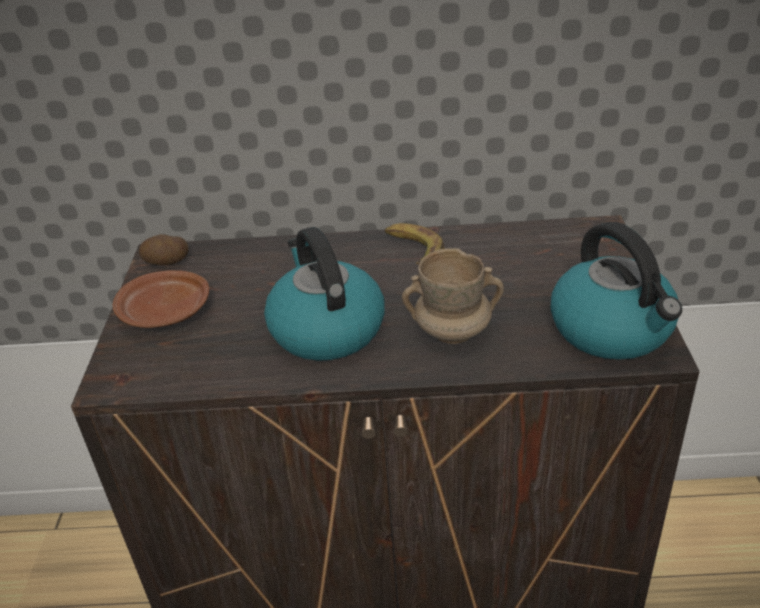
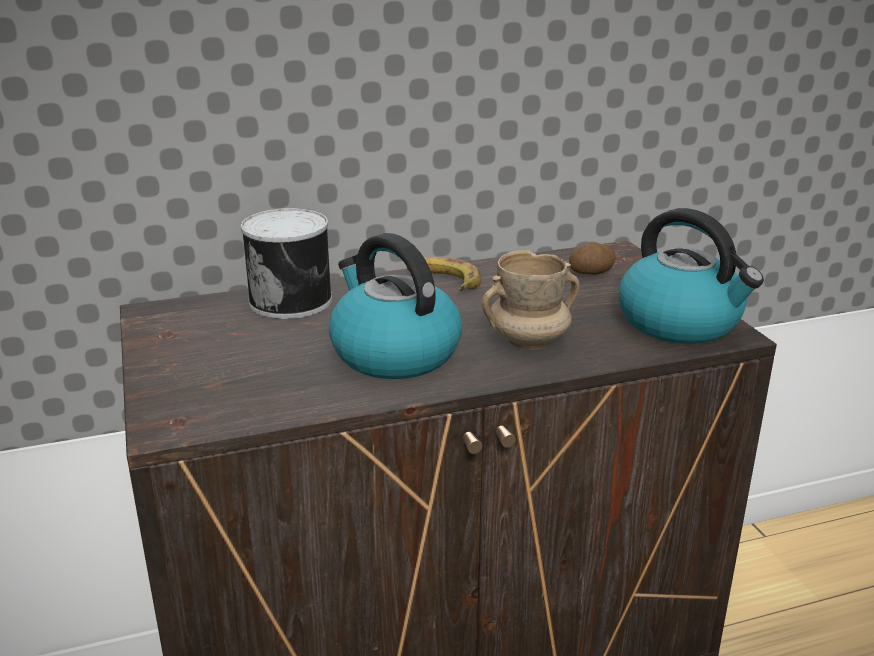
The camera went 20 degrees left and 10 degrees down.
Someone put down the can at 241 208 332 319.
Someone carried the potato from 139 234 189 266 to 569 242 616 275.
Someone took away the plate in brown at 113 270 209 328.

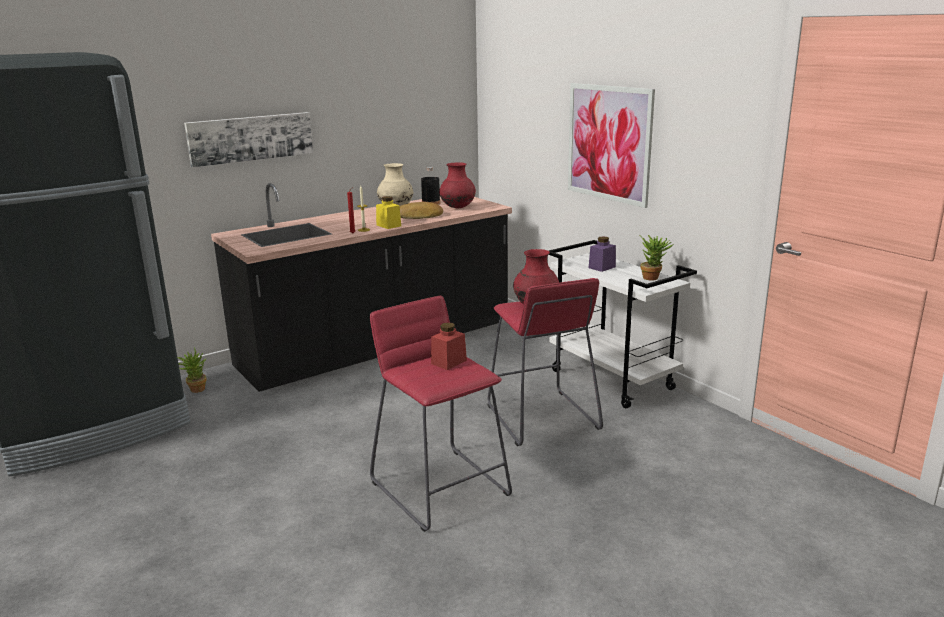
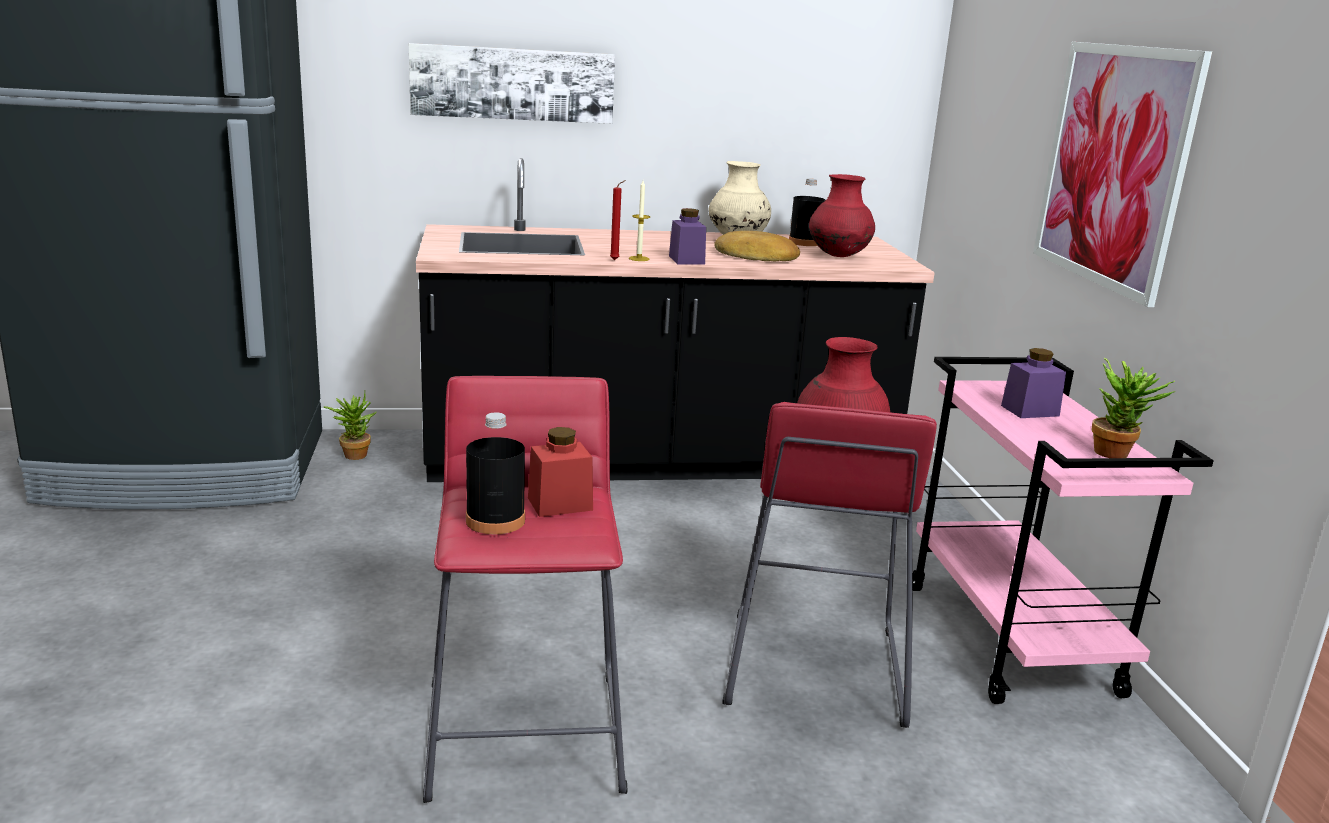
The camera went 25 degrees right and 0 degrees up.
Someone put down the bottle in black at 466 412 525 534.
Someone repainted the jar in yellow at 376 196 401 229, which became the jar in purple at 669 208 706 264.
Someone repainted the cart in white at 548 240 697 408, which became the cart in pink at 912 357 1214 704.

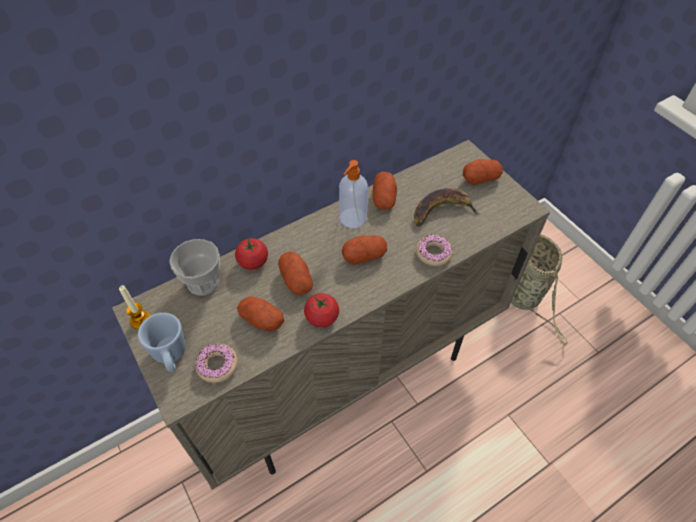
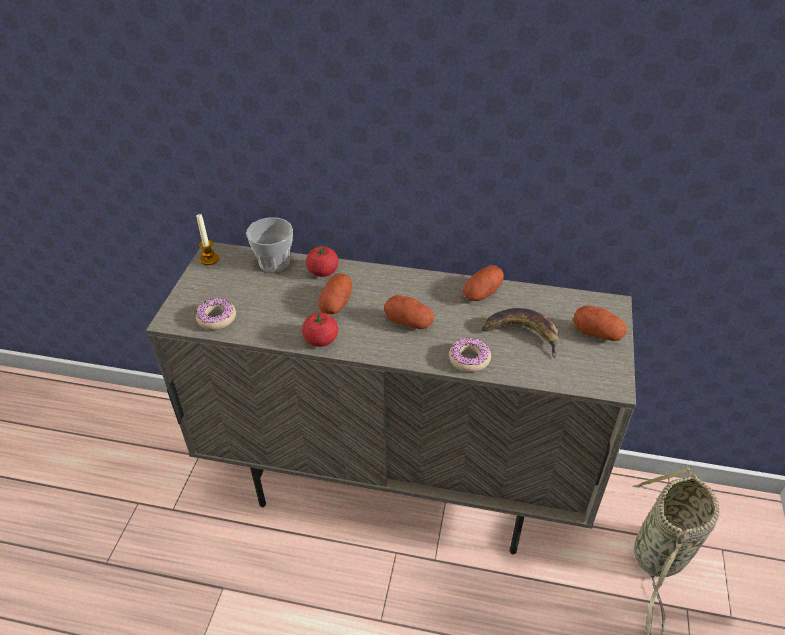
The camera went 45 degrees right and 10 degrees down.
Someone took away the mug in blue at 138 313 186 372.
Someone took away the potato at 237 296 284 331.
Someone took away the soap dispenser at 339 160 368 228.

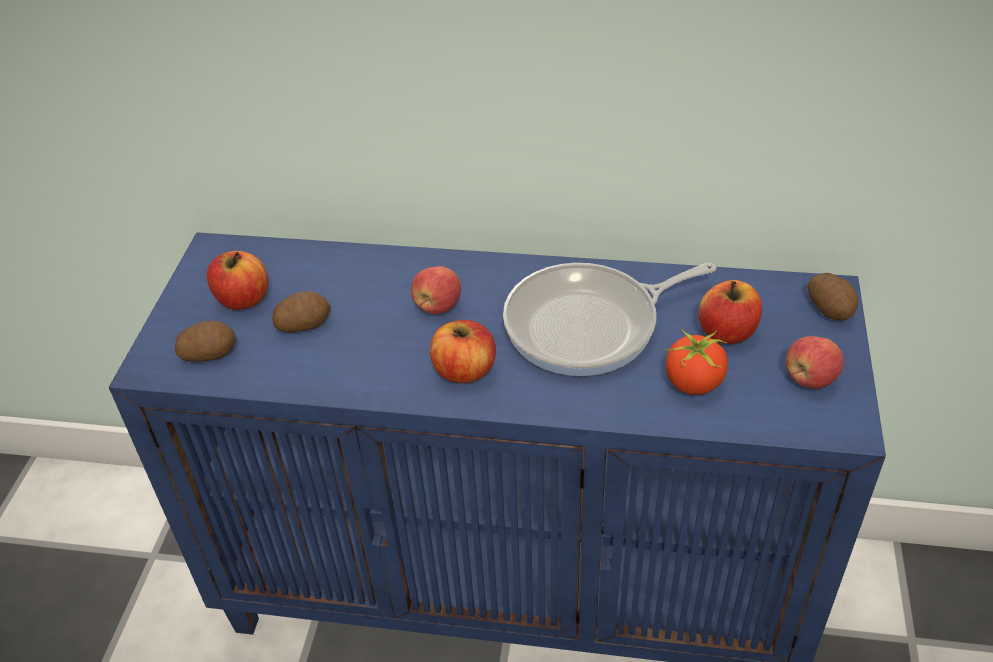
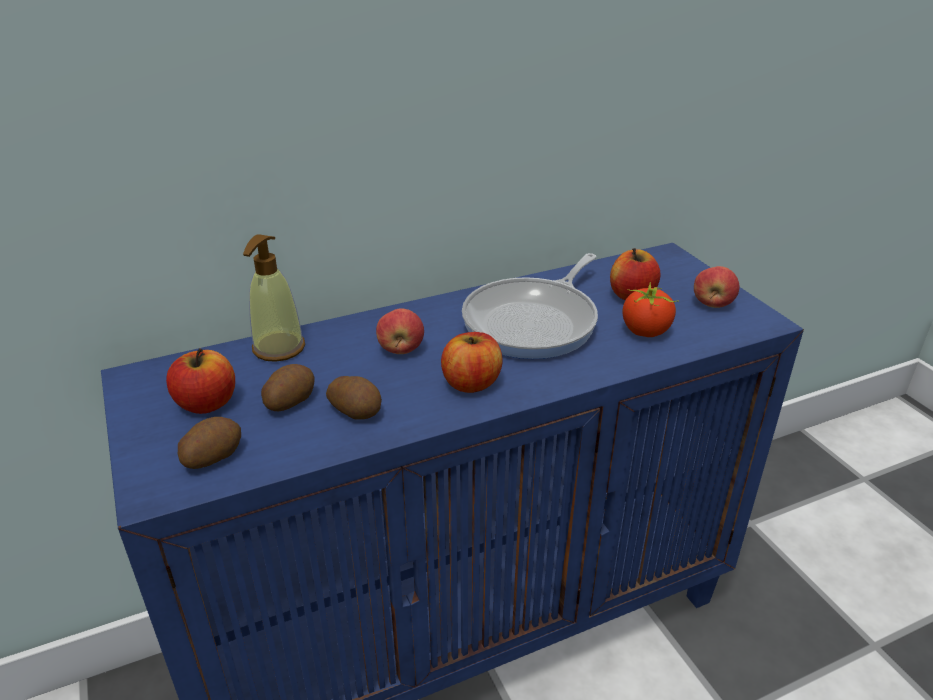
The camera went 35 degrees left and 10 degrees down.
Someone put down the soap dispenser at 243 235 305 362.
Someone carried the potato from 807 273 858 320 to 326 376 382 420.

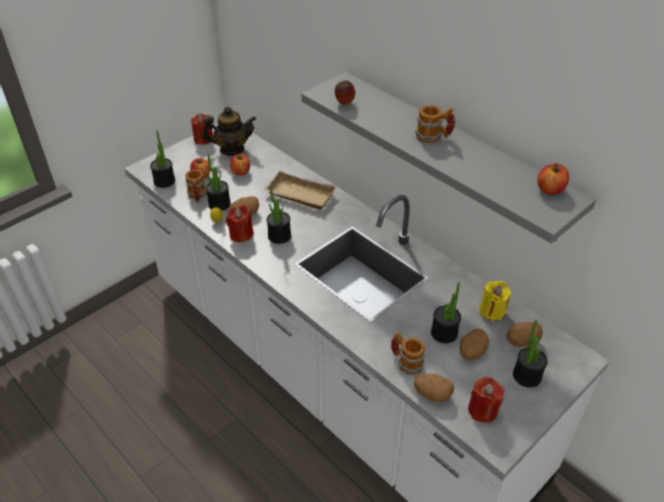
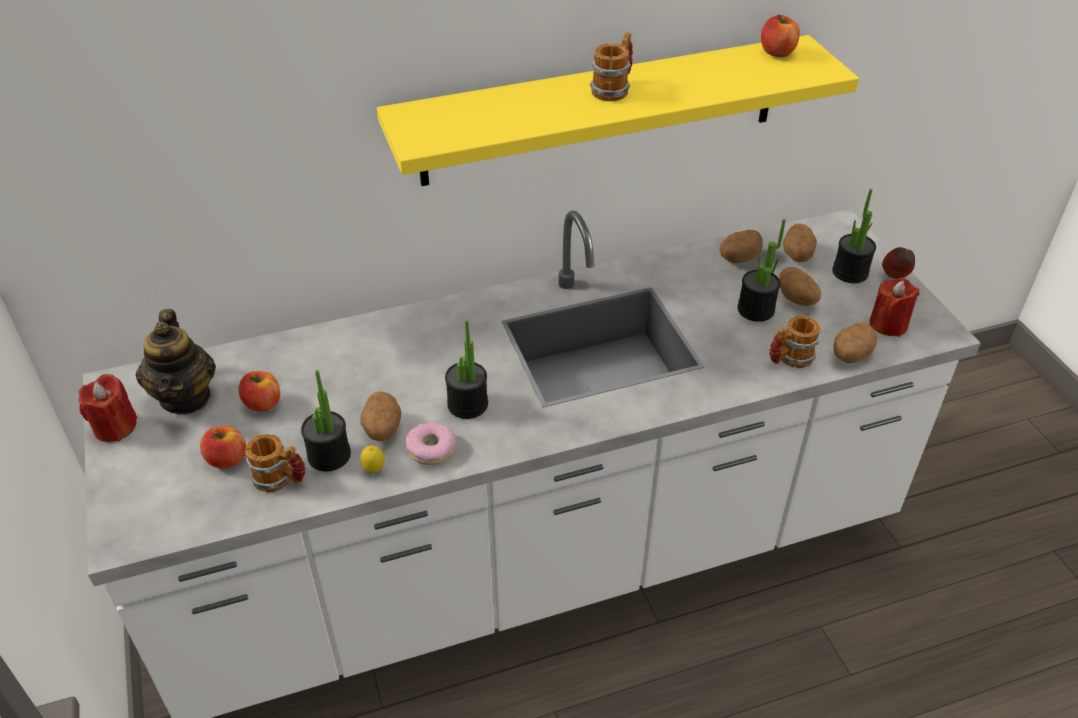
The camera went 65 degrees left and 0 degrees up.
Someone rotated the teapot at 202 106 256 156 by 150 degrees clockwise.
Someone repainted the shelf in grey at 301 72 596 243, which became the shelf in yellow at 377 35 859 186.
Someone swapped the candle in red at 226 205 254 243 for the donut at 405 421 456 465.
Someone swapped the candle in yellow at 479 281 511 321 for the potato at 719 230 763 263.
Someone carried the apple from 335 80 355 105 to 882 247 915 279.
Someone took away the potted plant at 150 130 175 188.
Someone took away the tray in beige at 264 171 337 210.

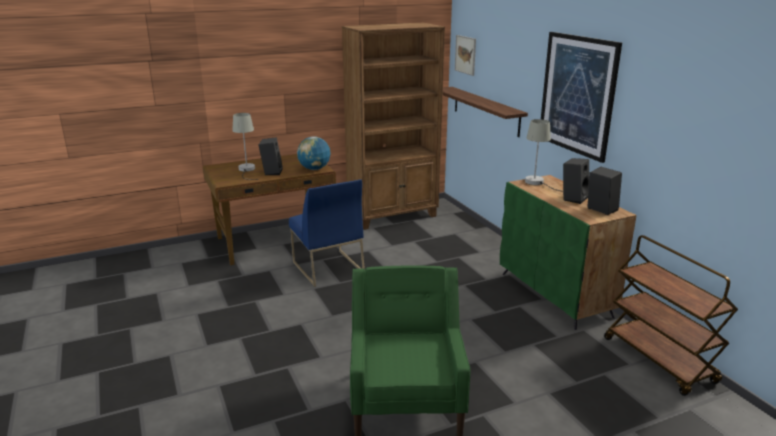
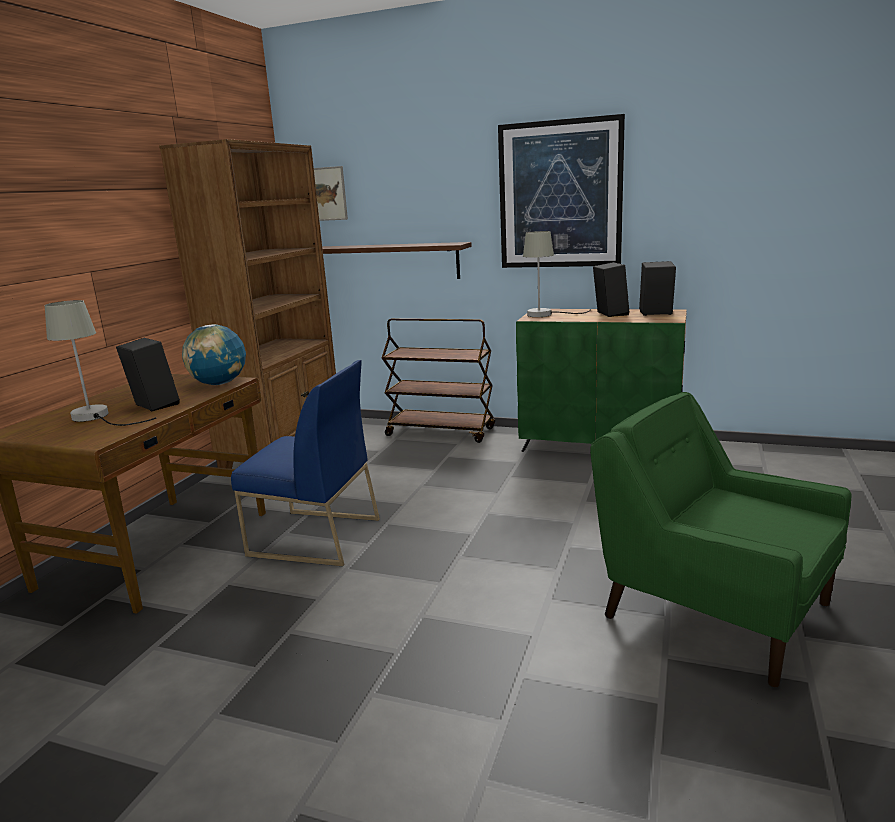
The camera went 45 degrees left and 5 degrees down.
Someone carried the cart in brown from 604 235 738 396 to 382 318 495 443.

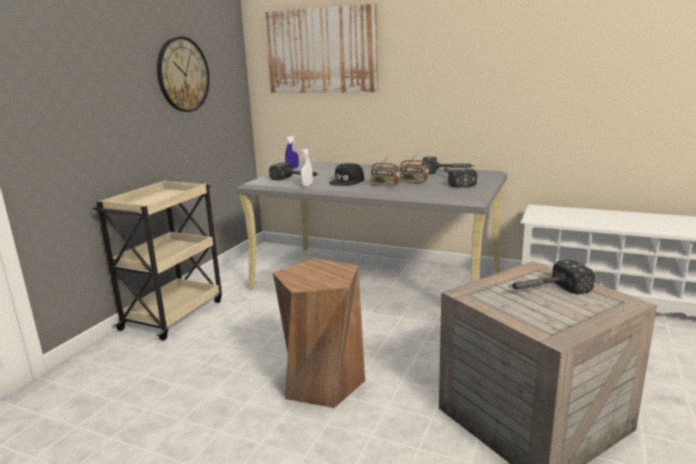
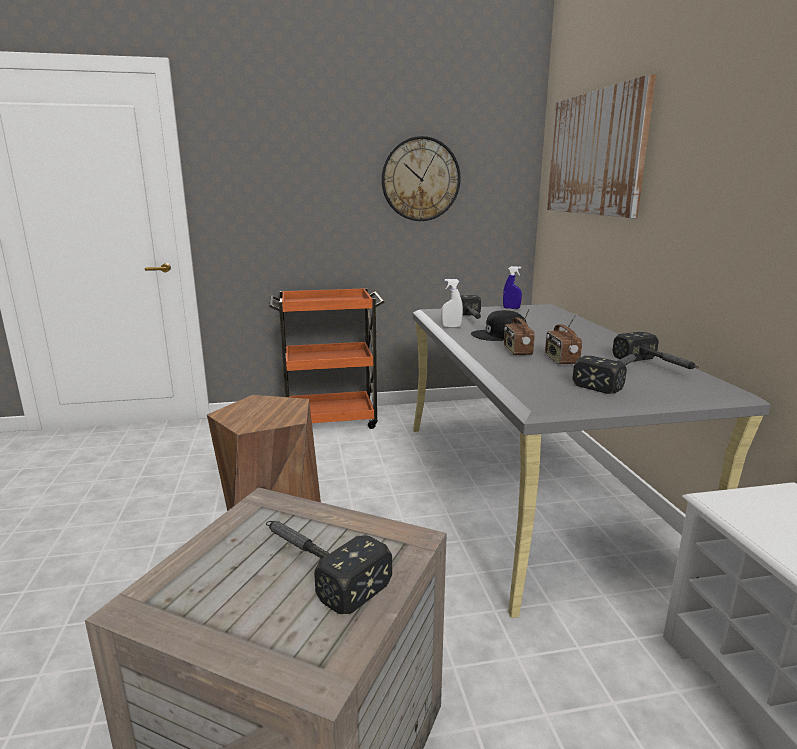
The camera went 55 degrees right and 0 degrees up.
Someone repainted the cart in beige at 92 180 222 341, which became the cart in orange at 269 288 385 429.

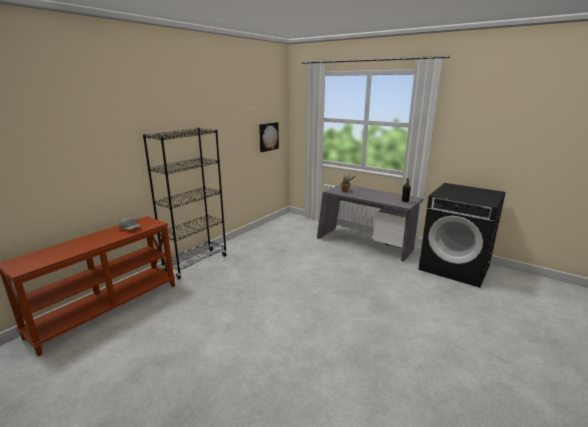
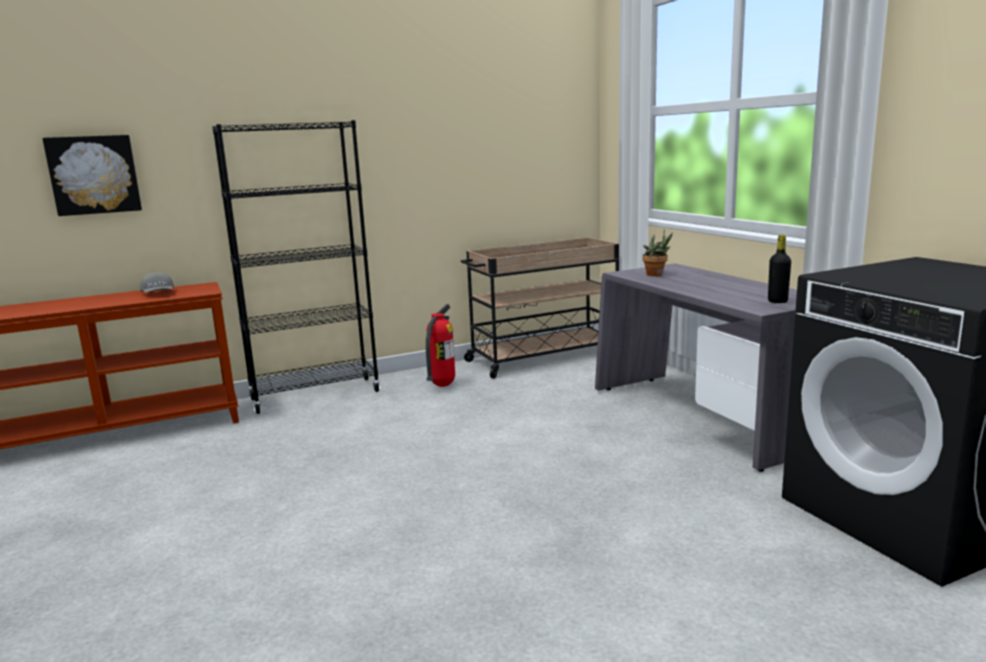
The camera went 30 degrees right and 5 degrees down.
Someone carried the picture from 259 122 279 152 to 42 135 142 216.
Someone put down the fire extinguisher at 426 304 455 387.
Someone put down the cart in beige at 461 237 619 378.

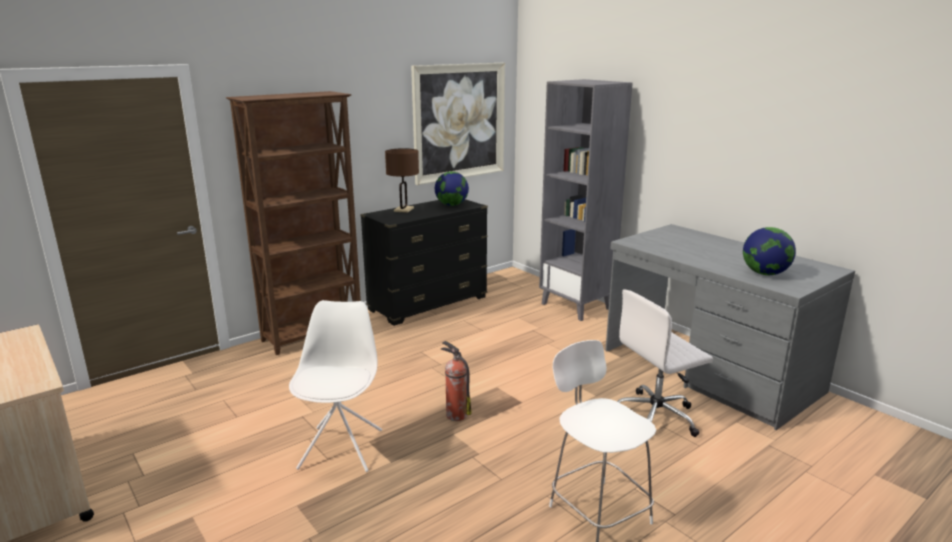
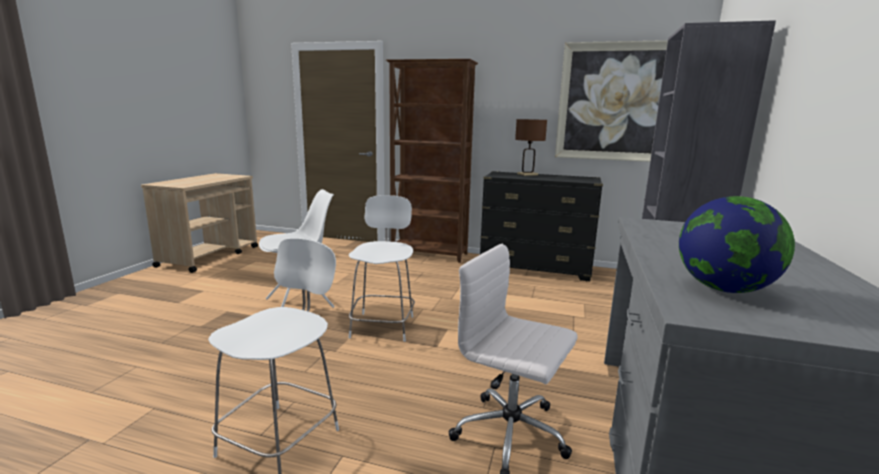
The camera went 55 degrees right and 5 degrees down.
Someone swapped the fire extinguisher at 440 341 472 421 for the chair in white at 349 195 415 342.
Someone took away the globe at 435 172 469 206.

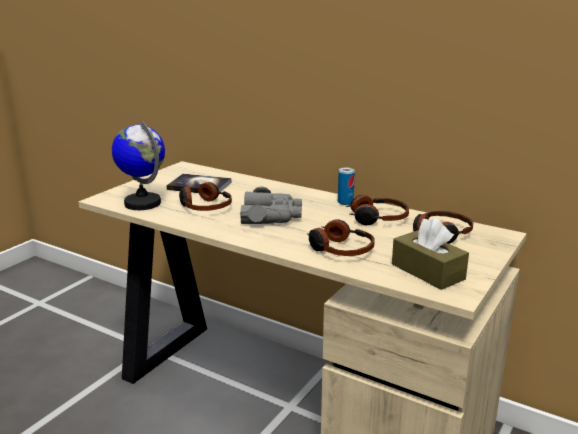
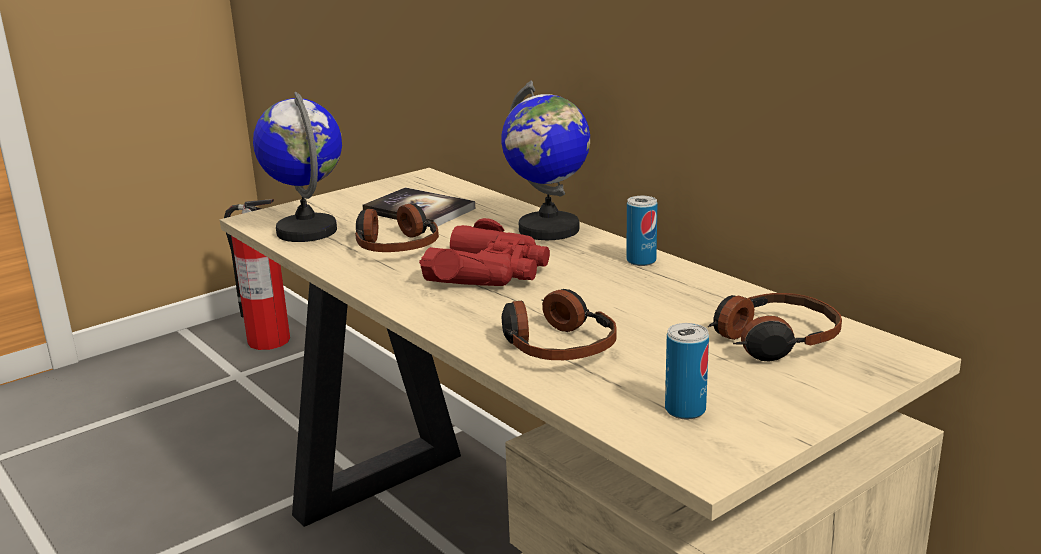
The camera went 20 degrees right and 0 degrees up.
Someone put down the fire extinguisher at 224 199 290 350.
Someone repainted the binoculars in grey at 240 187 302 224, which became the binoculars in red at 419 218 550 286.
Someone put down the globe at 502 80 590 240.
Someone swapped the tissue box in brown at 392 218 469 290 for the can at 665 323 709 419.
Someone took away the headphones at 346 195 409 225.

